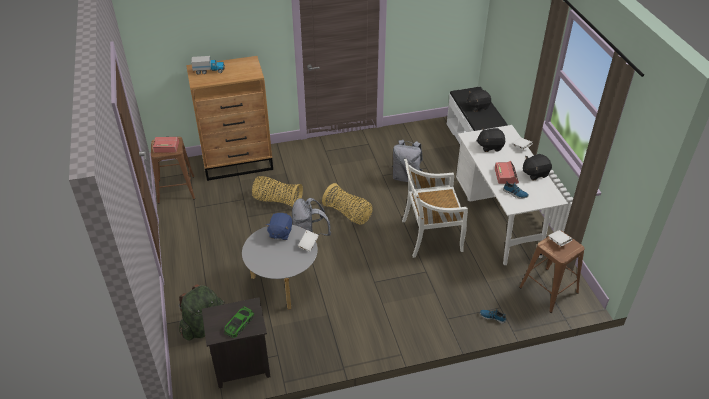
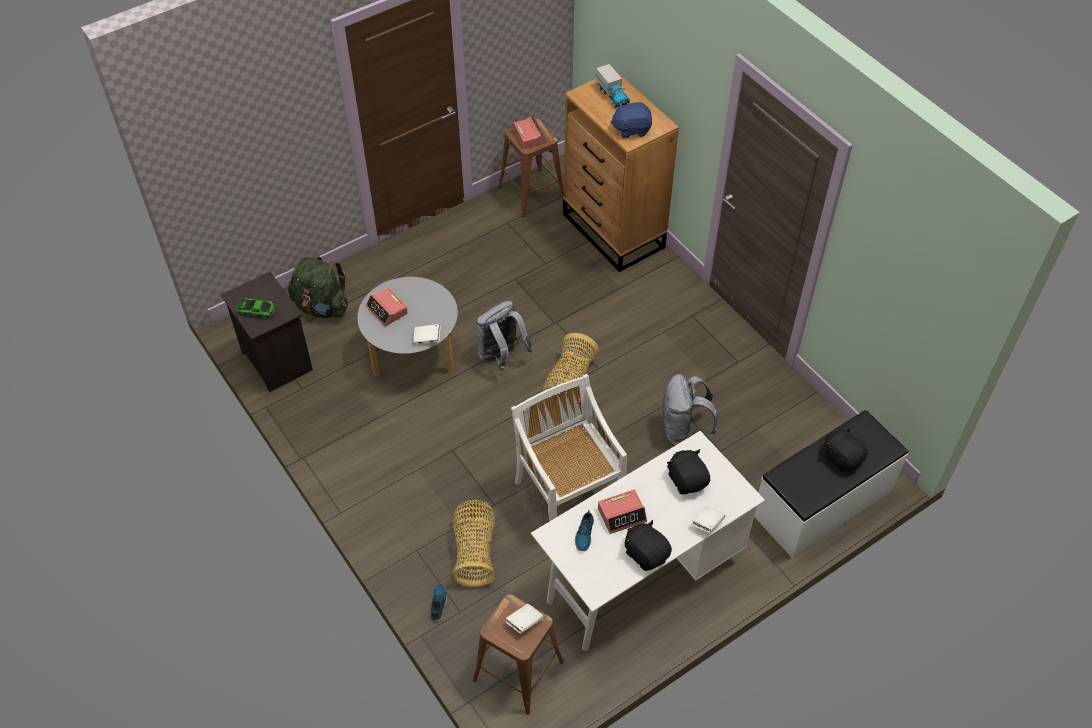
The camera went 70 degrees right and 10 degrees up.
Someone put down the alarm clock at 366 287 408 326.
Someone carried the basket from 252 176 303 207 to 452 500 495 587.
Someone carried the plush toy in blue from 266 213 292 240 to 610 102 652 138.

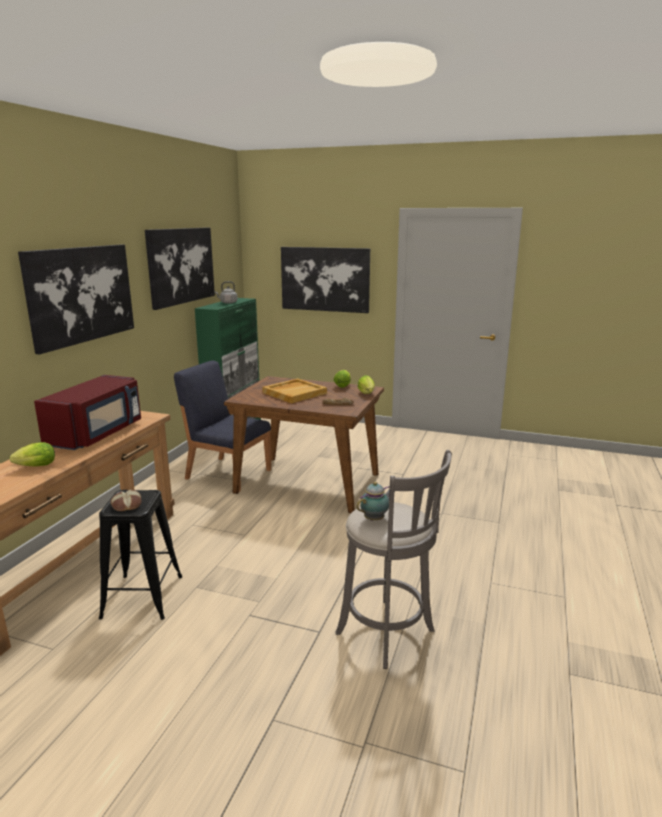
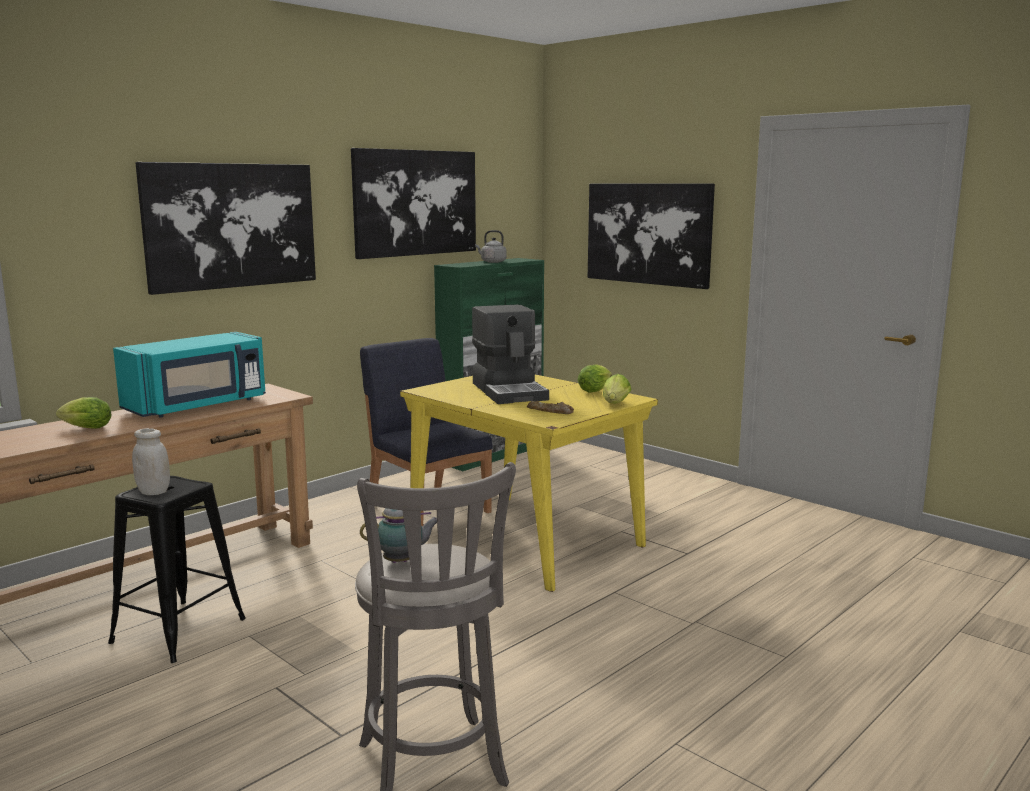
The camera went 25 degrees right and 5 degrees down.
Someone repainted the microwave in red at 34 375 141 450, which became the microwave in turquoise at 113 332 266 418.
Someone swapped the bread at 110 490 141 511 for the jar in white at 132 428 170 495.
Someone repainted the dining table in brown at 224 376 384 513, which became the dining table in yellow at 400 374 658 592.
Someone swapped the tray in beige at 262 378 327 403 for the coffee machine at 472 305 549 404.

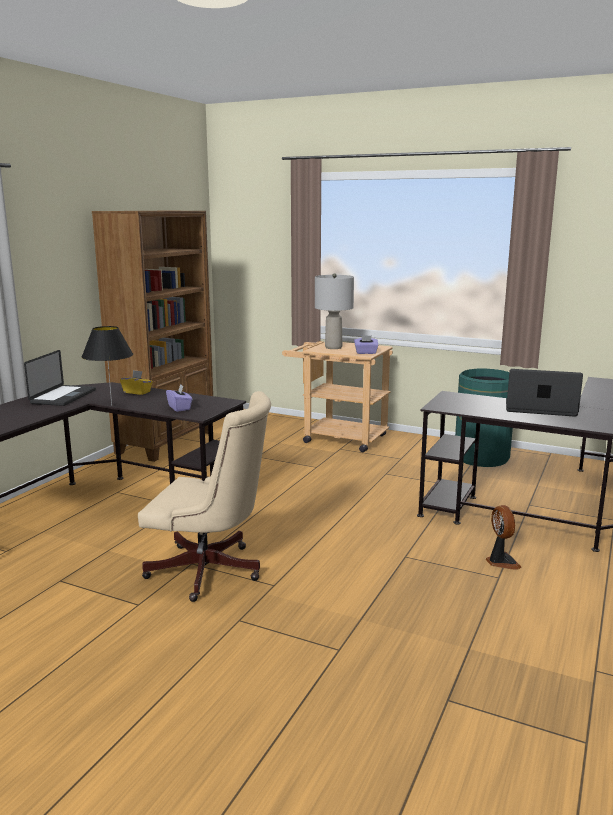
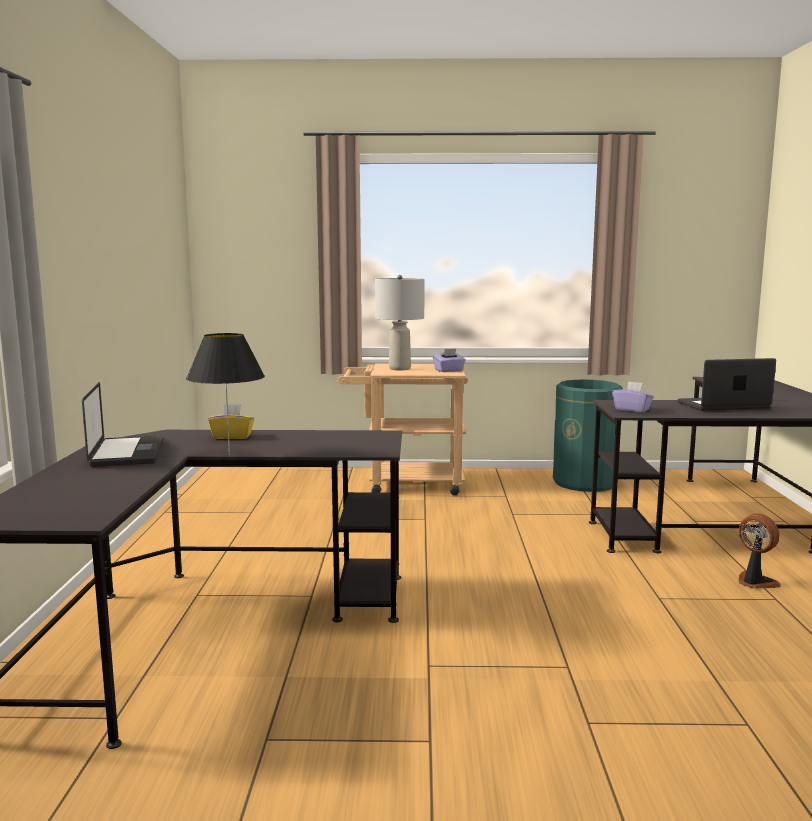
The camera went 25 degrees left and 5 degrees down.
Someone carried the tissue box in purple from 166 383 193 412 to 612 381 654 412.
Someone took away the bookcase in brown at 92 211 213 462.
Someone took away the office chair in beige at 138 391 271 602.

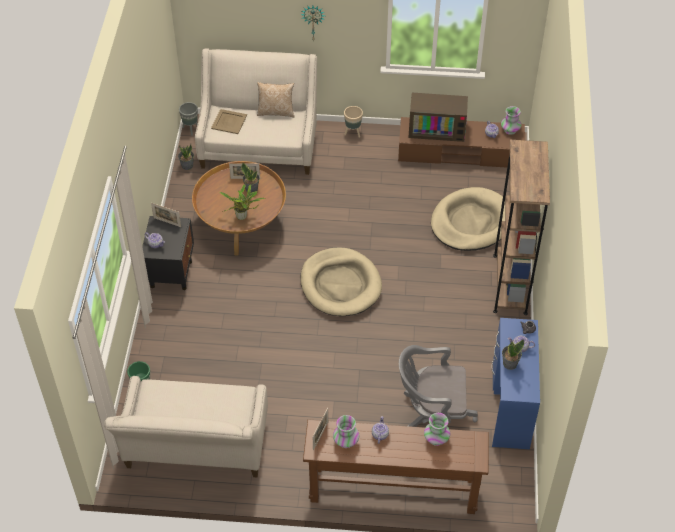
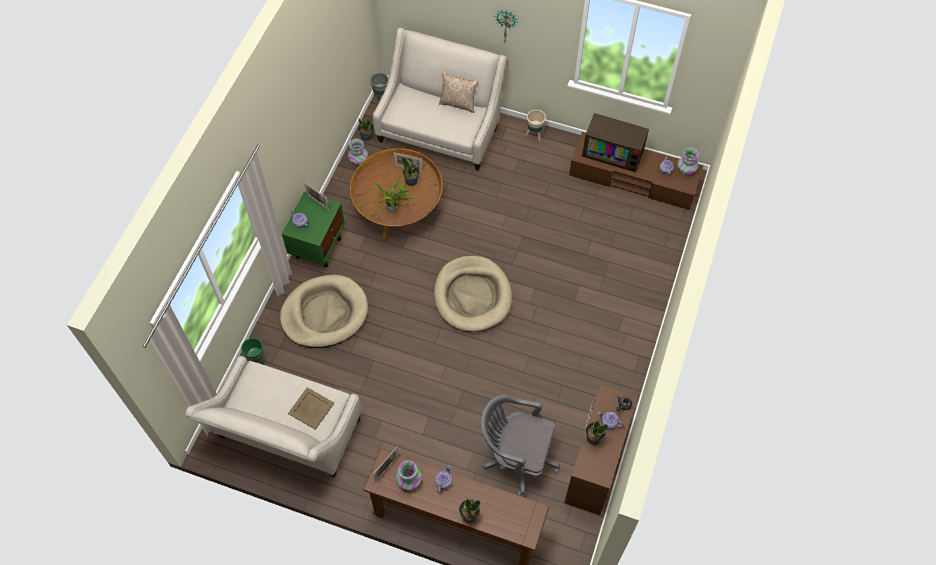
The camera went 15 degrees right and 10 degrees up.
Someone carried the dog bed in beige from 431 187 505 251 to 280 275 368 348.
Someone repainted the nightstand in black at 142 216 194 290, which became the nightstand in green at 282 192 345 267.
Someone carried the tray in beige from 211 109 247 134 to 288 387 334 430.
Someone carried the vase from 424 413 450 446 to 348 138 368 165.
Someone put down the potted plant at 459 498 480 523.
Someone repainted the desk in blue at 491 318 540 449, which became the desk in brown at 564 385 637 515.
Someone took away the bookcase in brown at 493 140 550 315.

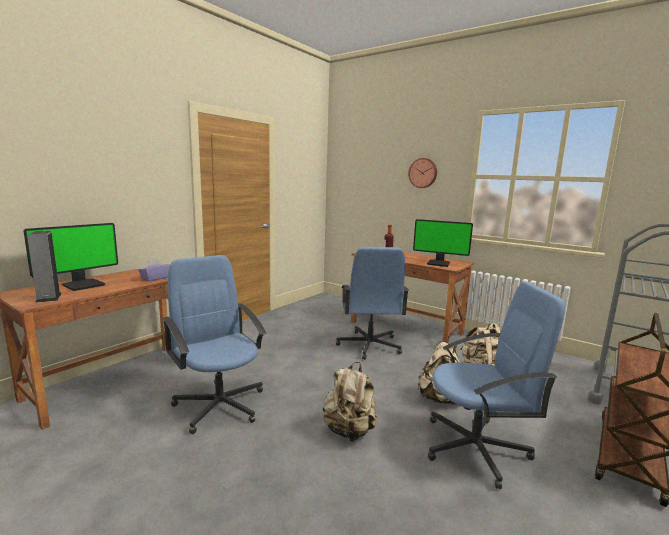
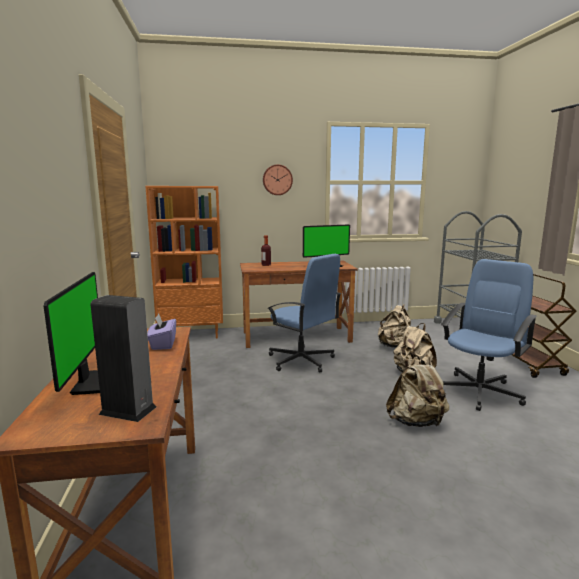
The camera went 45 degrees left and 0 degrees up.
Someone put down the bookcase in orange at 145 186 223 339.
Someone took away the office chair in blue at 162 255 266 434.

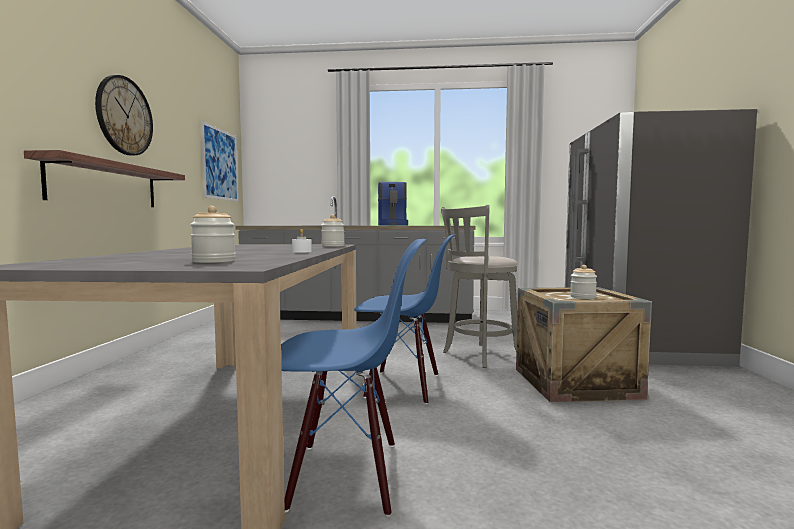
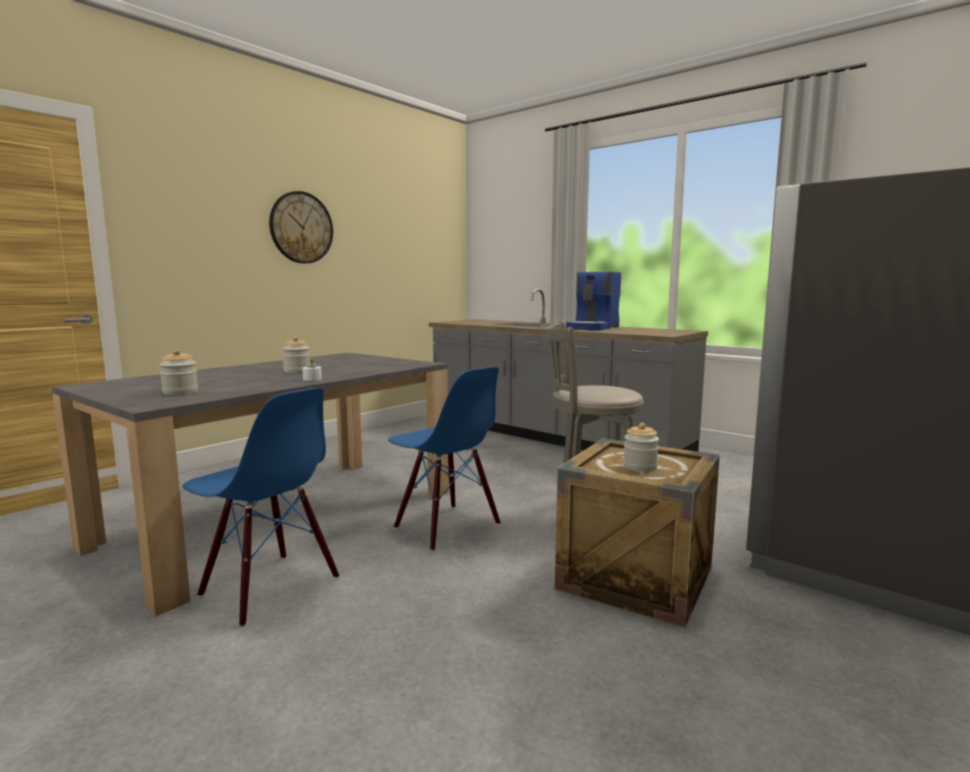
The camera went 35 degrees right and 5 degrees up.
Someone carried the jar from 321 215 345 247 to 282 337 310 373.
Someone took away the shelf at 24 150 185 207.
Someone took away the picture at 201 121 239 202.

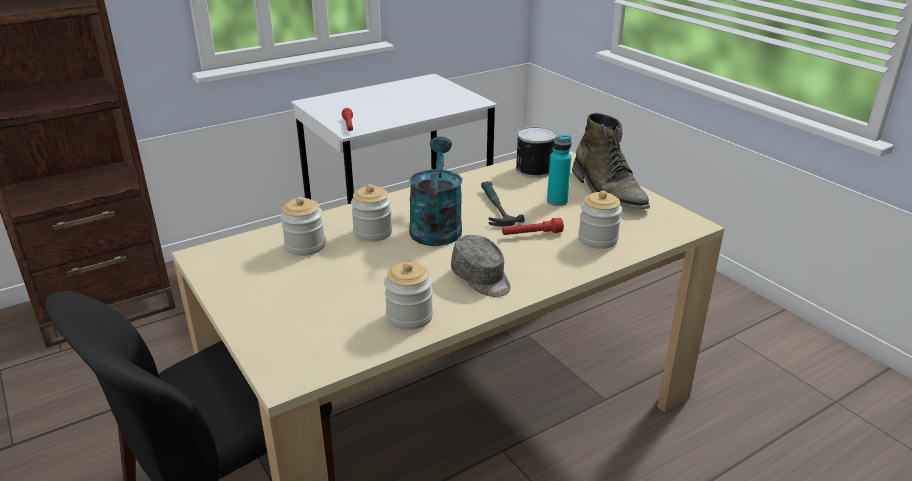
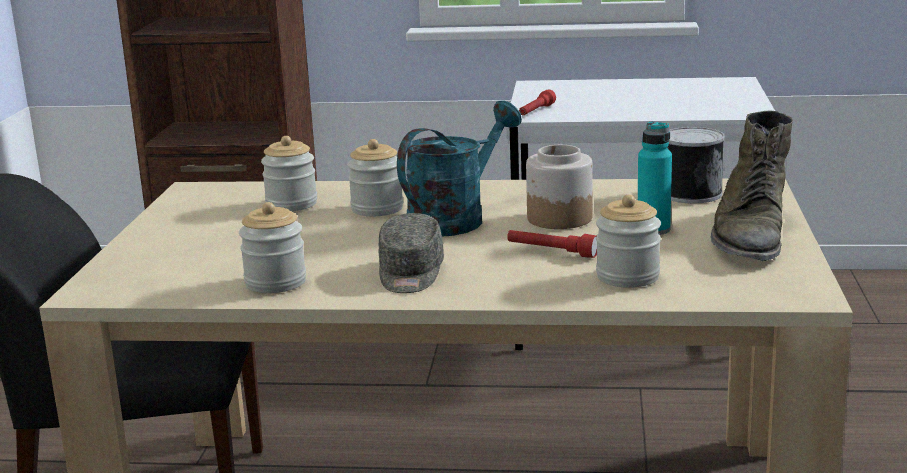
The camera went 40 degrees right and 10 degrees down.
Someone swapped the hammer at 481 181 525 226 for the jar at 526 145 593 229.

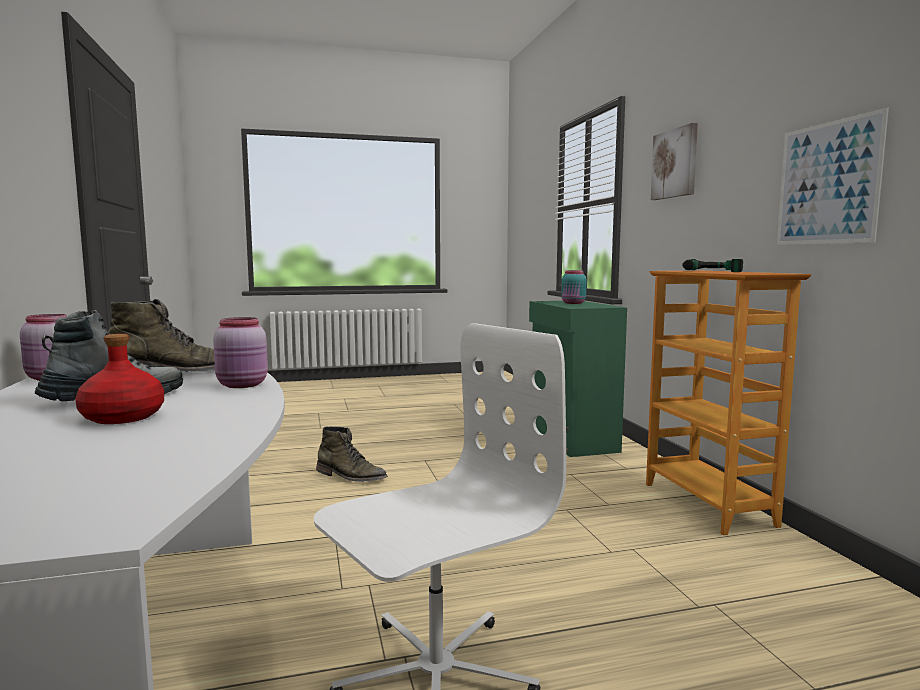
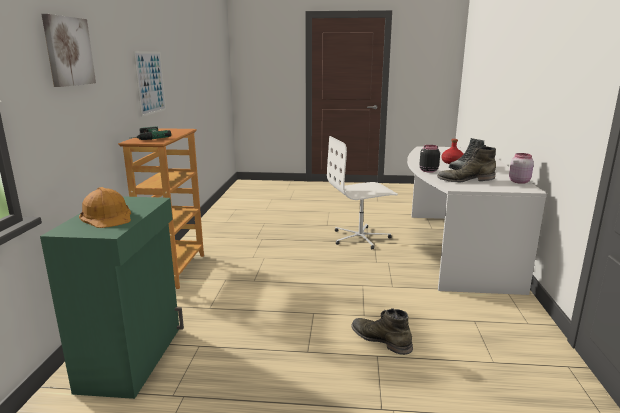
The camera went 160 degrees left and 10 degrees up.
Someone swapped the jar in turquoise at 561 270 587 304 for the hard hat in orange at 79 187 131 228.
Someone repainted the jar in pink at 213 317 268 388, which became the jar in black at 419 145 440 173.

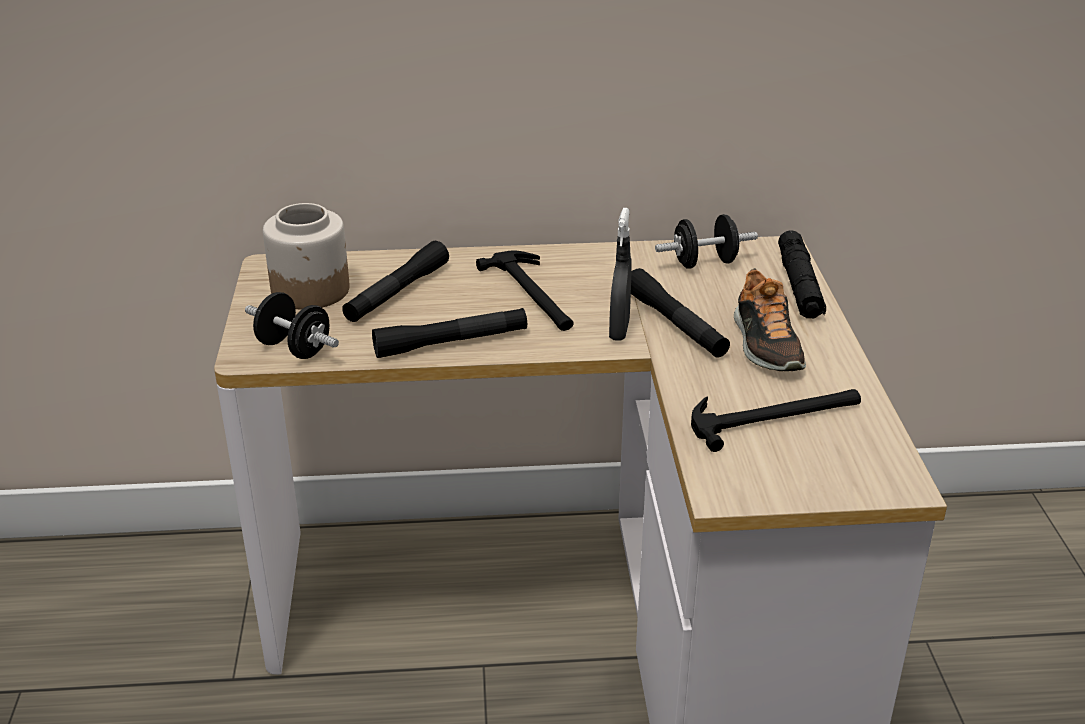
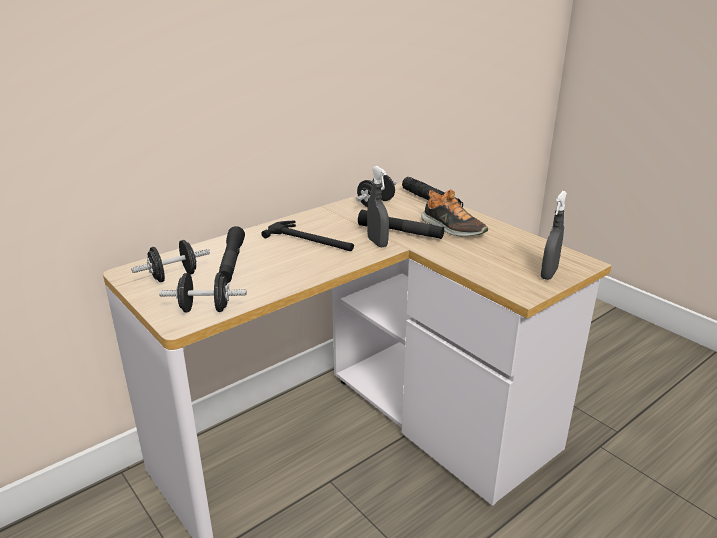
The camera went 35 degrees left and 5 degrees down.
Someone swapped the jar at 263 203 349 310 for the dumbbell in black at 131 240 210 282.
Someone put down the spray bottle in grey at 541 191 567 280.
Someone took away the flashlight in black at 372 308 527 358.
Someone took away the hammer at 691 389 861 452.

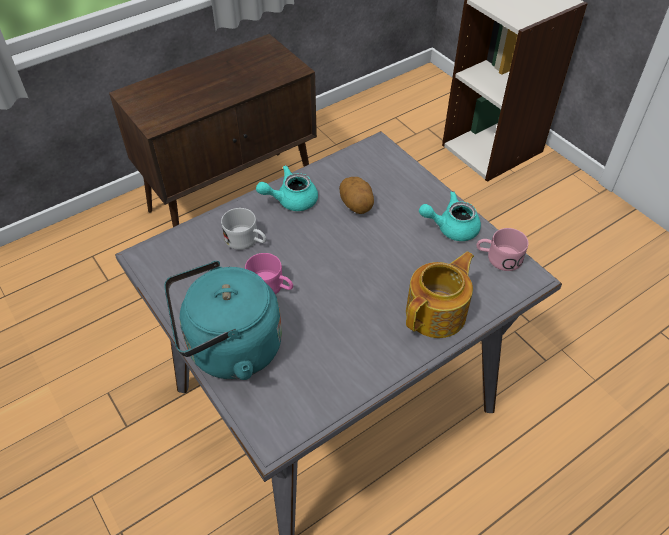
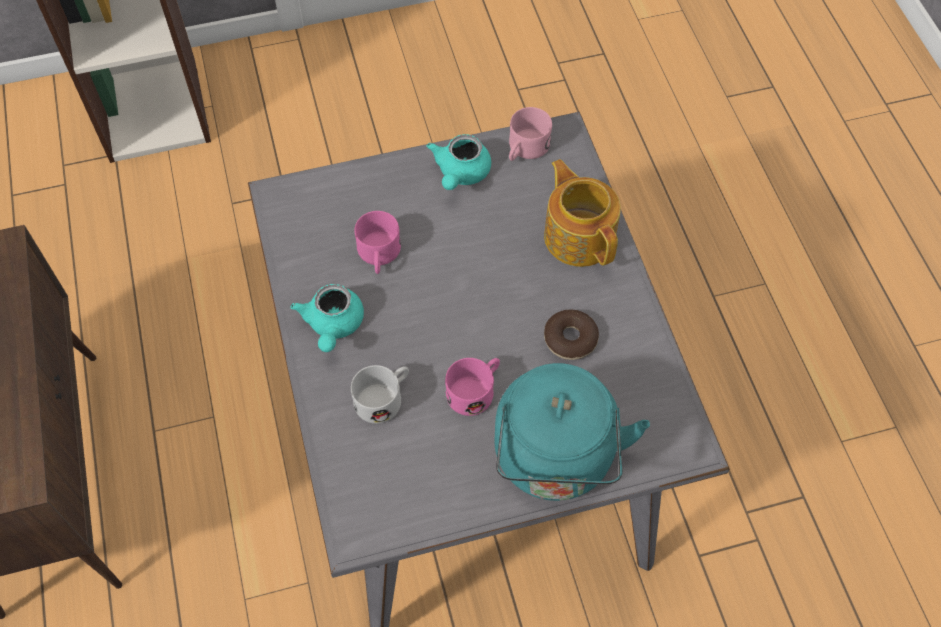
The camera went 70 degrees left and 10 degrees up.
Someone swapped the potato at 339 177 374 214 for the mug in pink at 354 211 401 274.
Someone put down the donut at 544 310 599 360.

